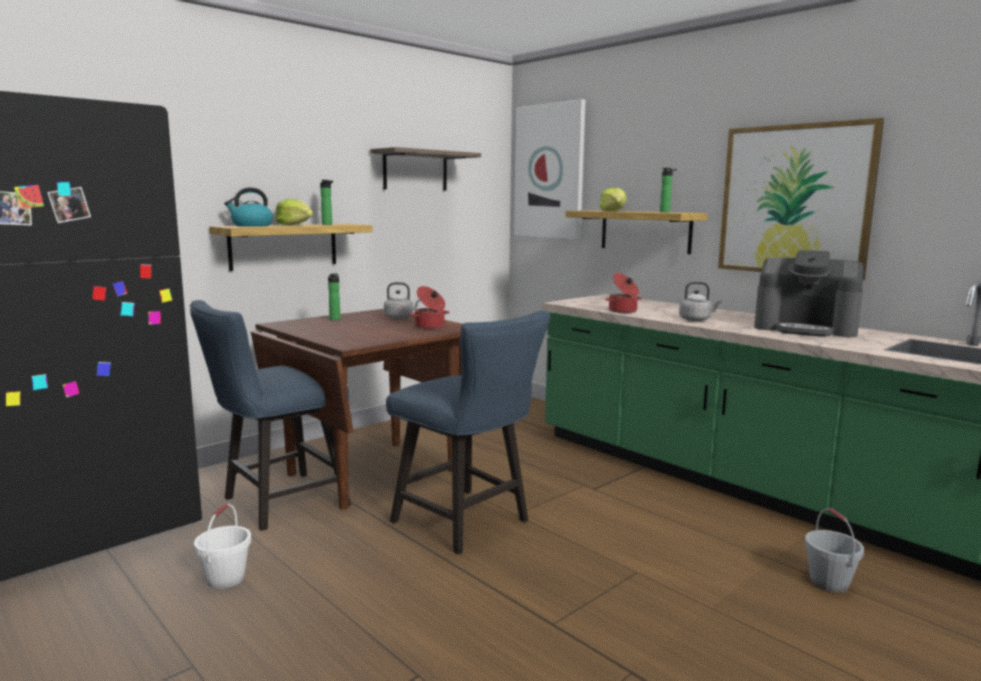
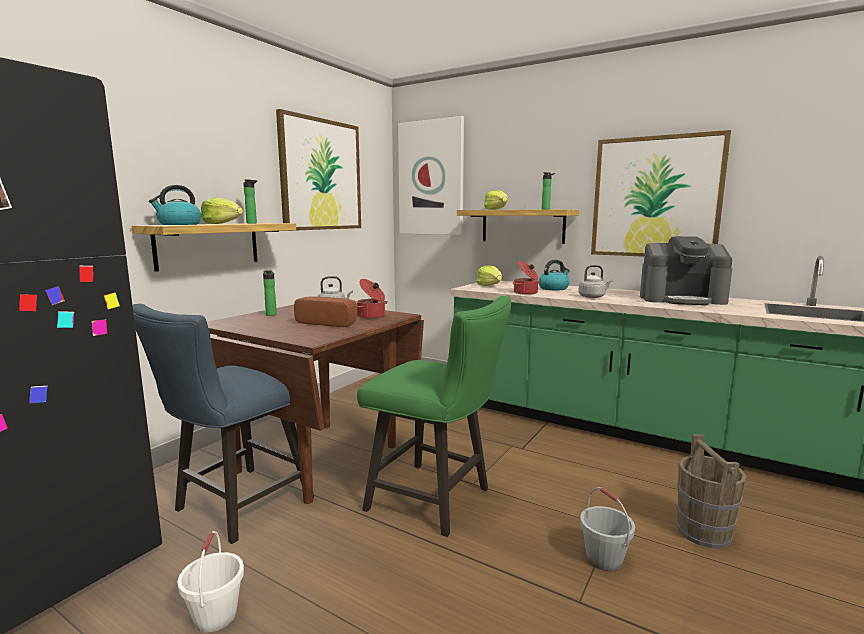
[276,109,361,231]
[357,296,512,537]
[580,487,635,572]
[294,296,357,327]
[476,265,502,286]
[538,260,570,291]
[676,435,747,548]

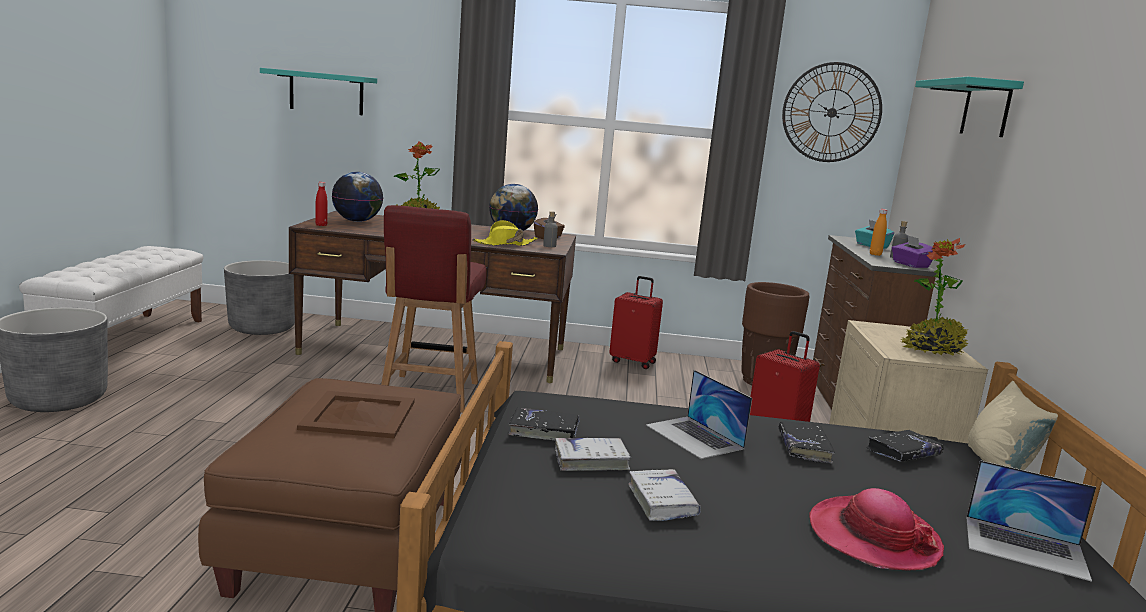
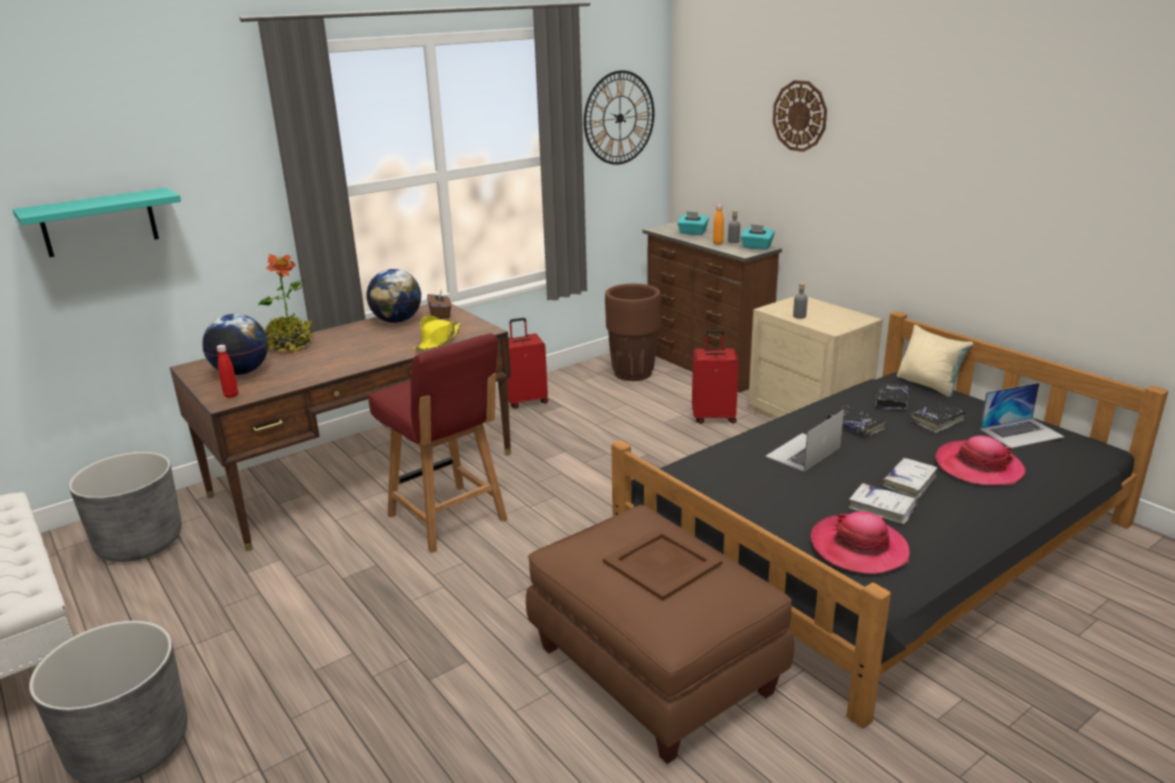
[910,402,966,433]
[793,283,808,319]
[882,458,937,499]
[765,410,844,472]
[741,224,775,250]
[900,238,969,355] (first image)
[773,80,827,152]
[811,511,910,574]

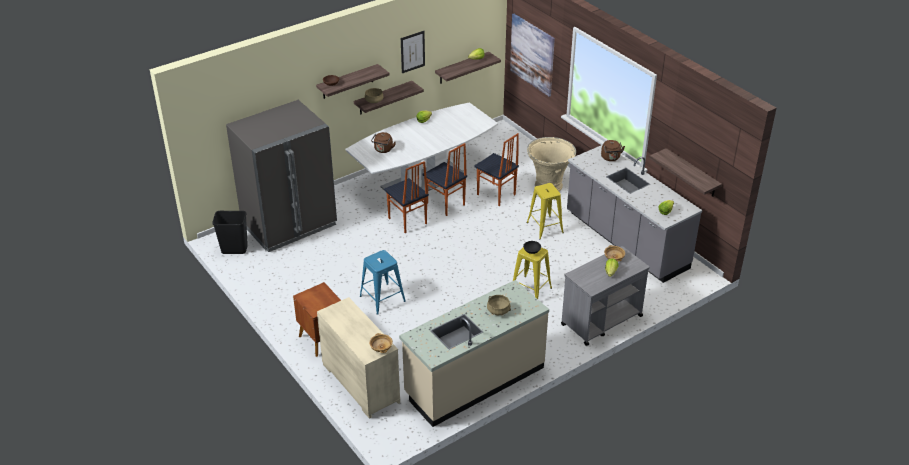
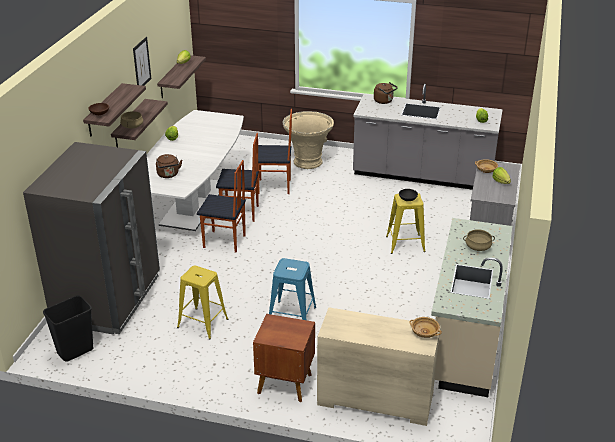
[510,14,555,97] (first image)
[177,266,229,339]
[649,148,722,196] (first image)

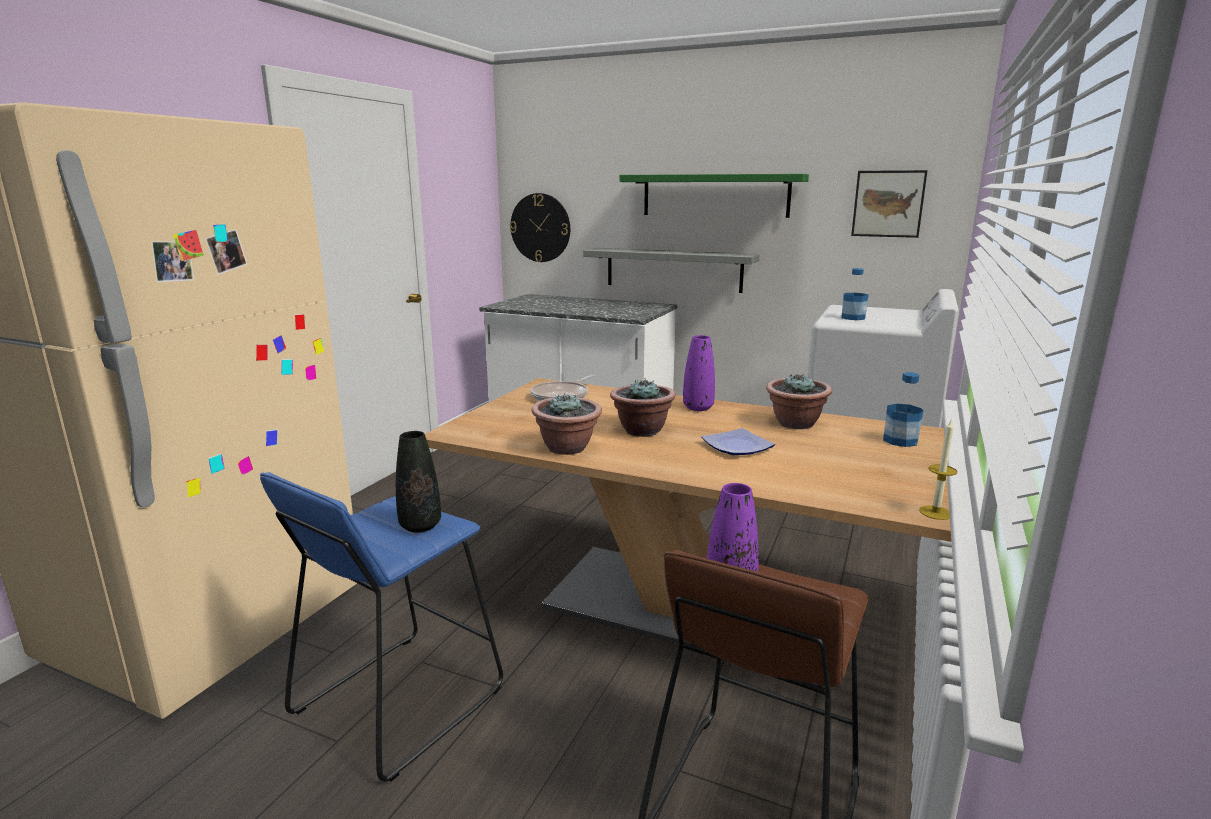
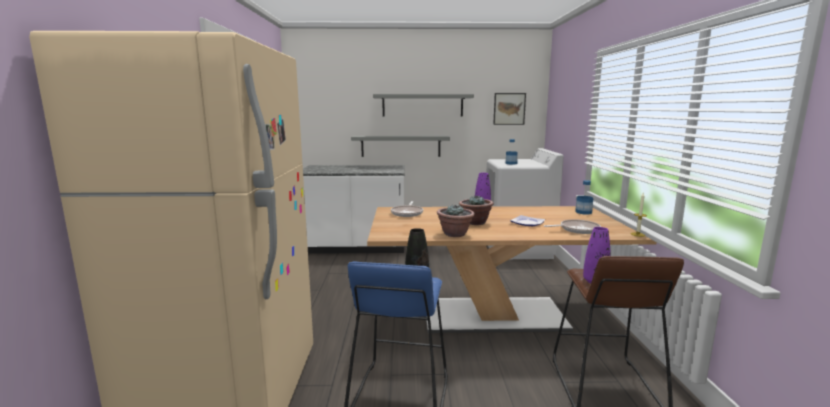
[510,193,570,262] (first image)
[373,94,474,117]
[766,374,832,429] (first image)
[544,219,601,234]

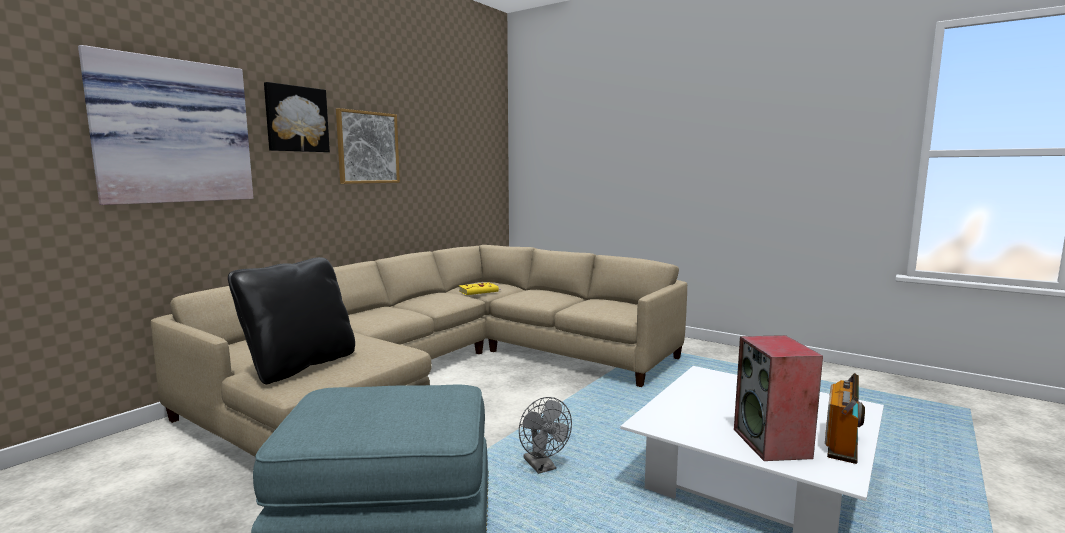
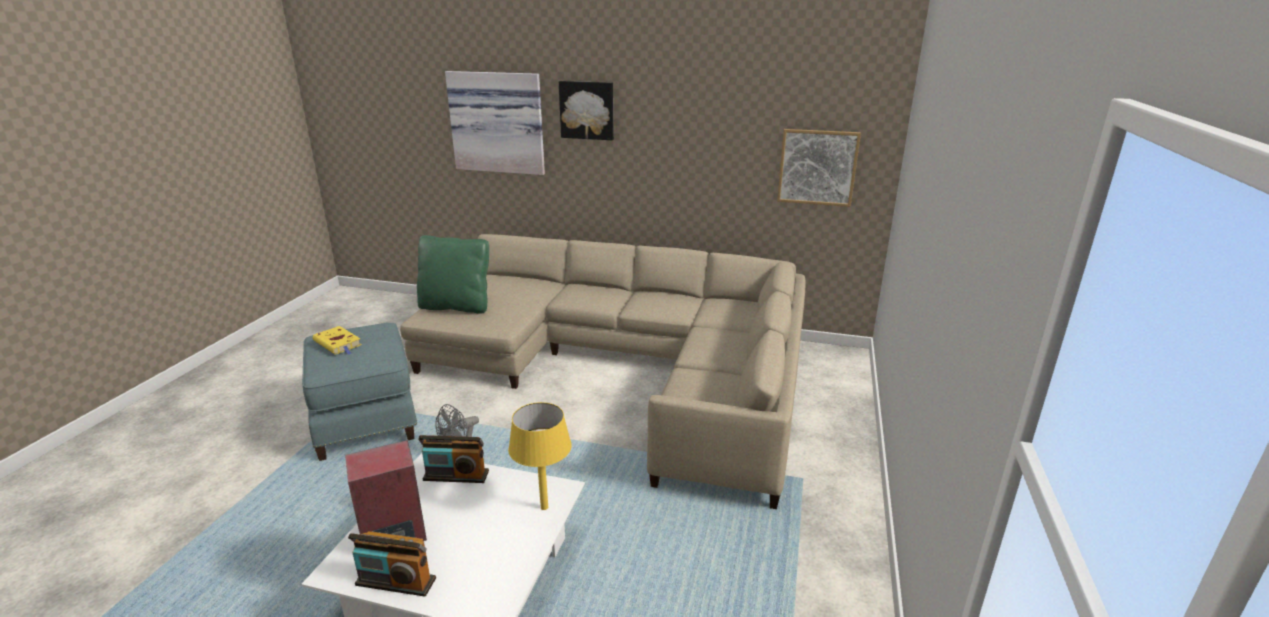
[417,235,489,314]
[777,129,861,207]
[313,326,362,355]
[418,435,489,483]
[508,402,572,510]

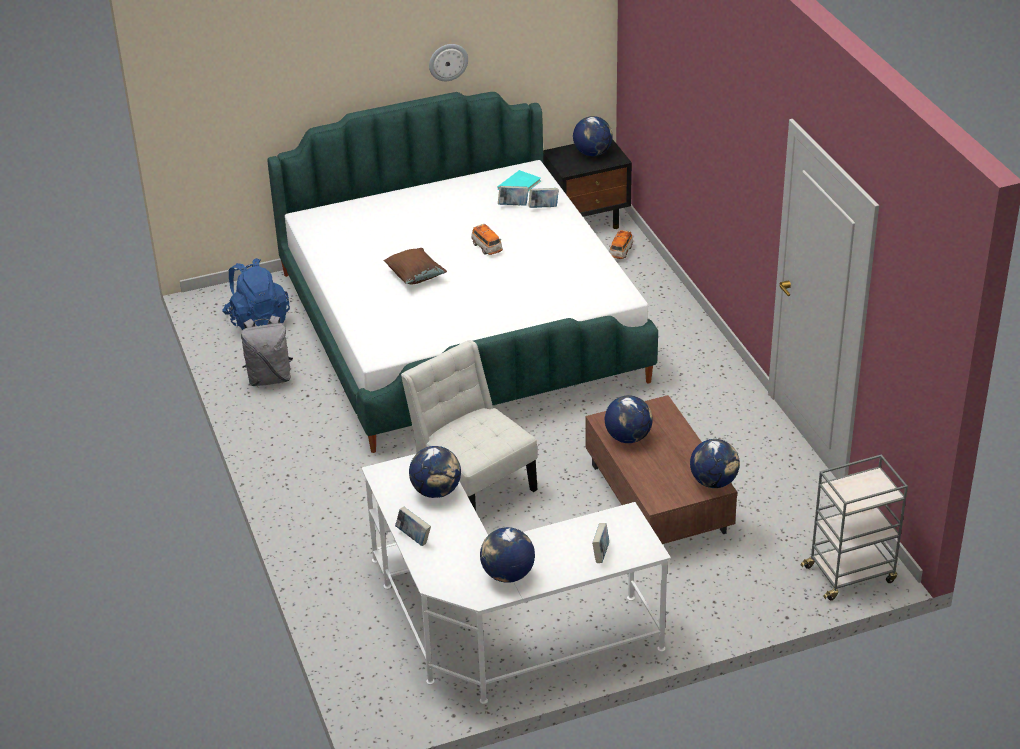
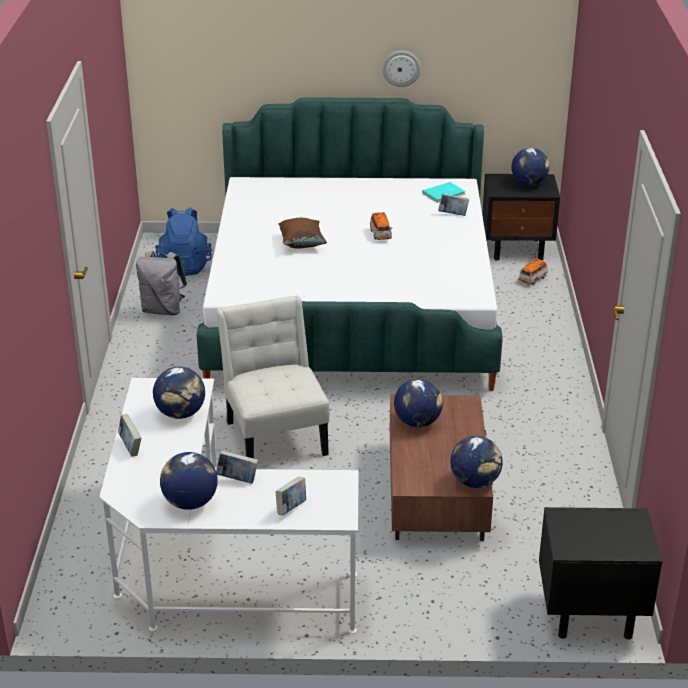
[216,450,258,484]
[539,507,663,639]

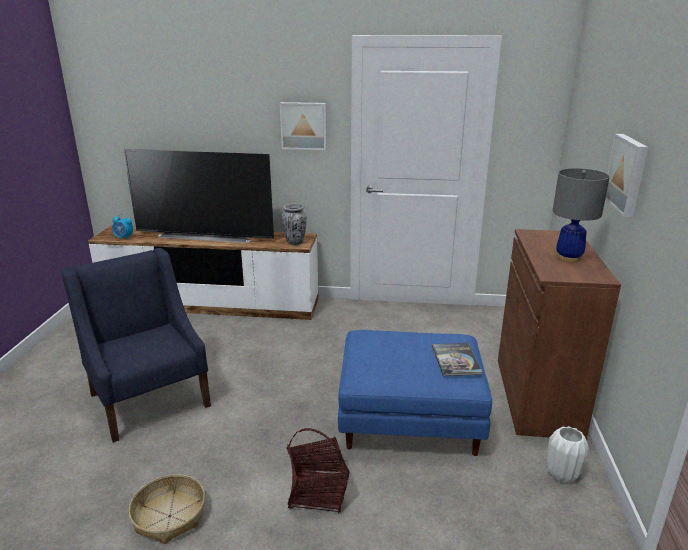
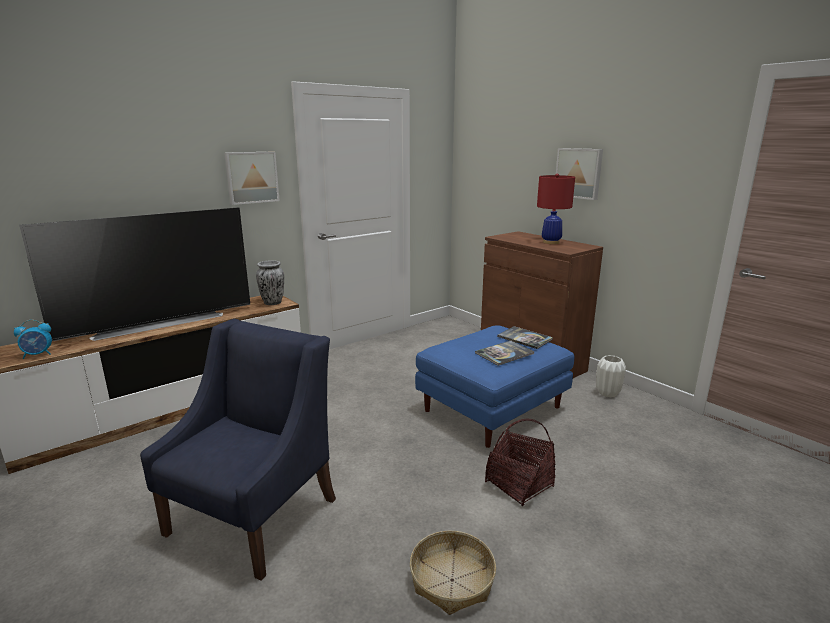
[140,319,336,581]
[537,174,575,244]
[475,340,535,366]

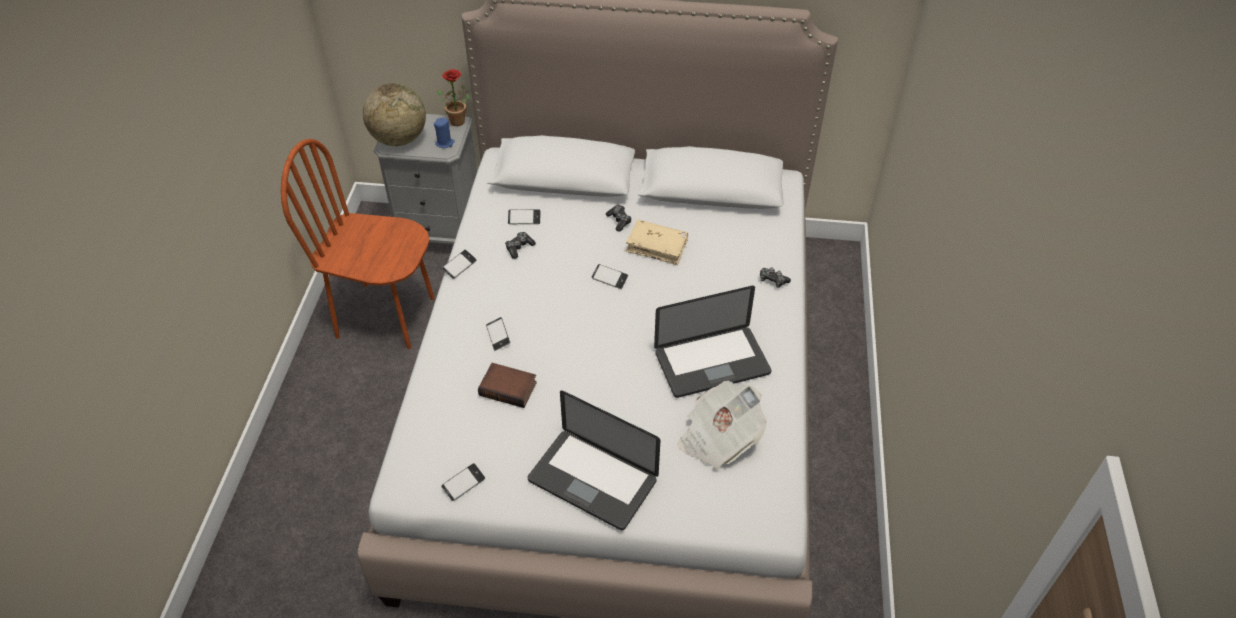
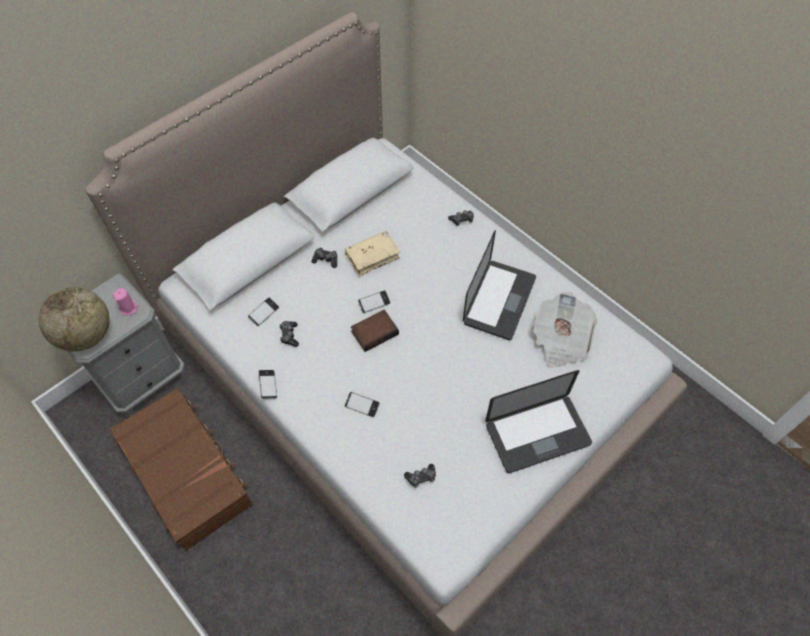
[110,388,253,552]
[113,288,138,316]
[437,69,471,126] (first image)
[441,463,485,501] (first image)
[351,310,399,352]
[404,464,436,488]

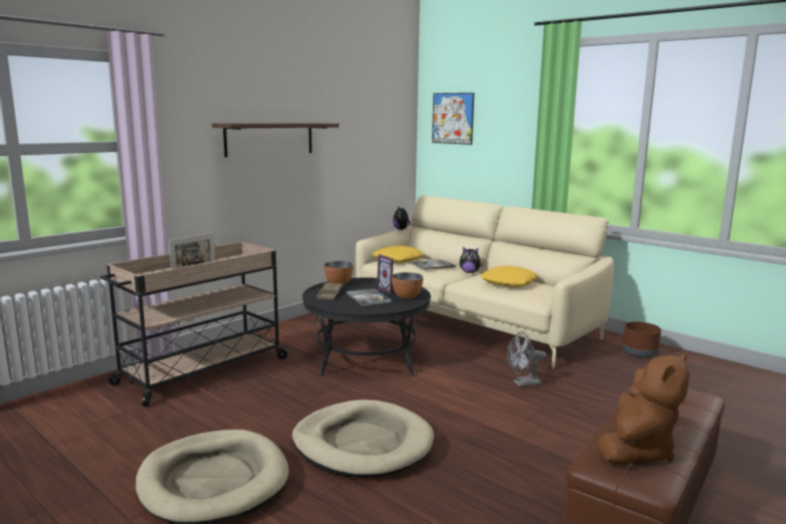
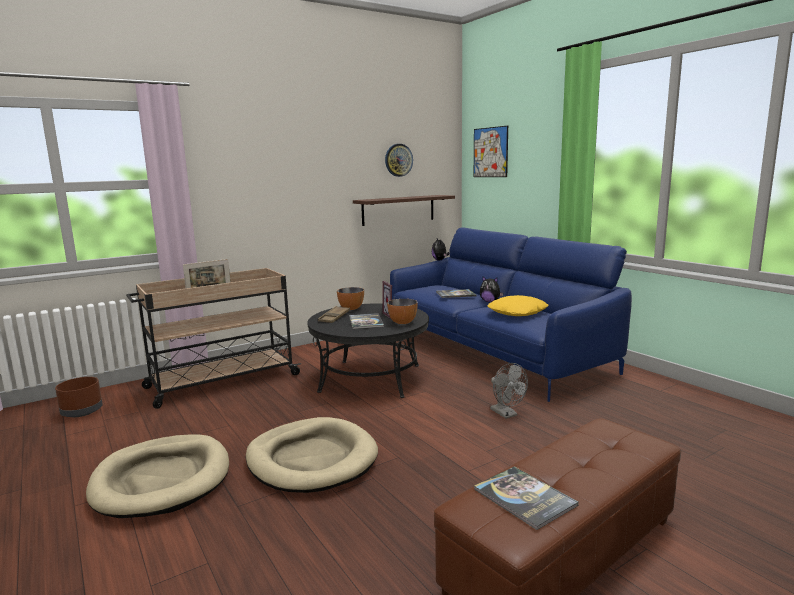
[353,195,455,226]
[390,227,632,402]
[372,246,424,263] (first image)
[490,363,528,419]
[474,467,579,530]
[55,377,103,417]
[385,144,413,177]

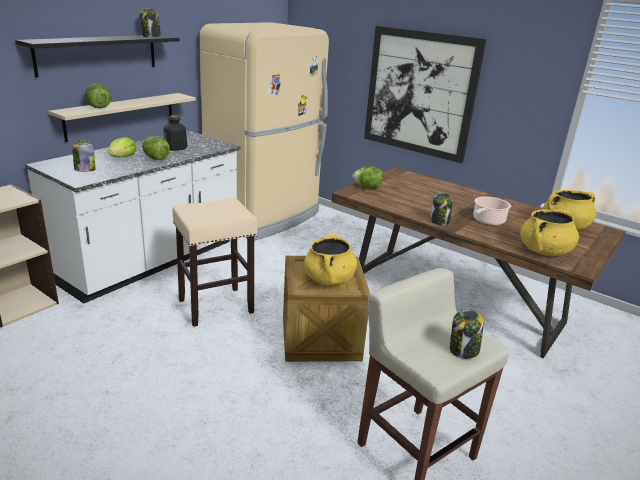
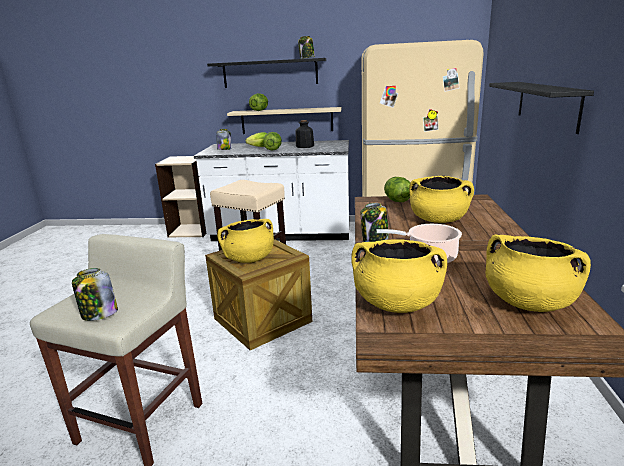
[489,82,594,134]
[409,176,474,223]

